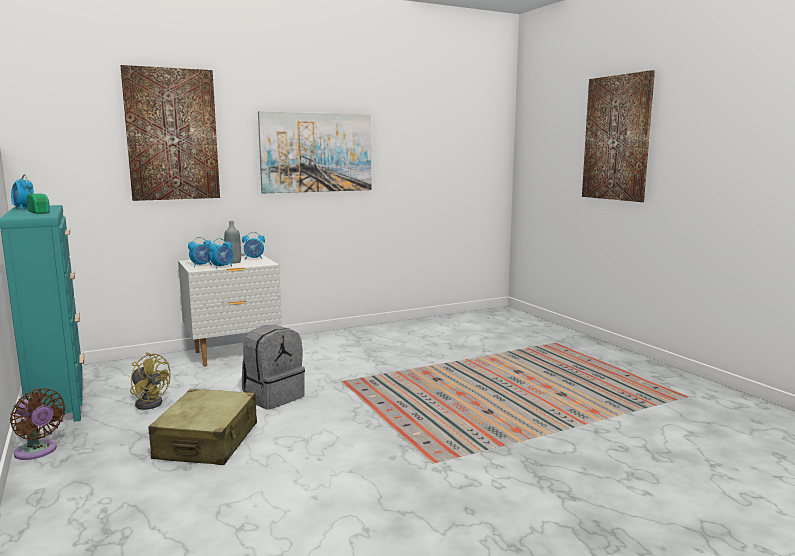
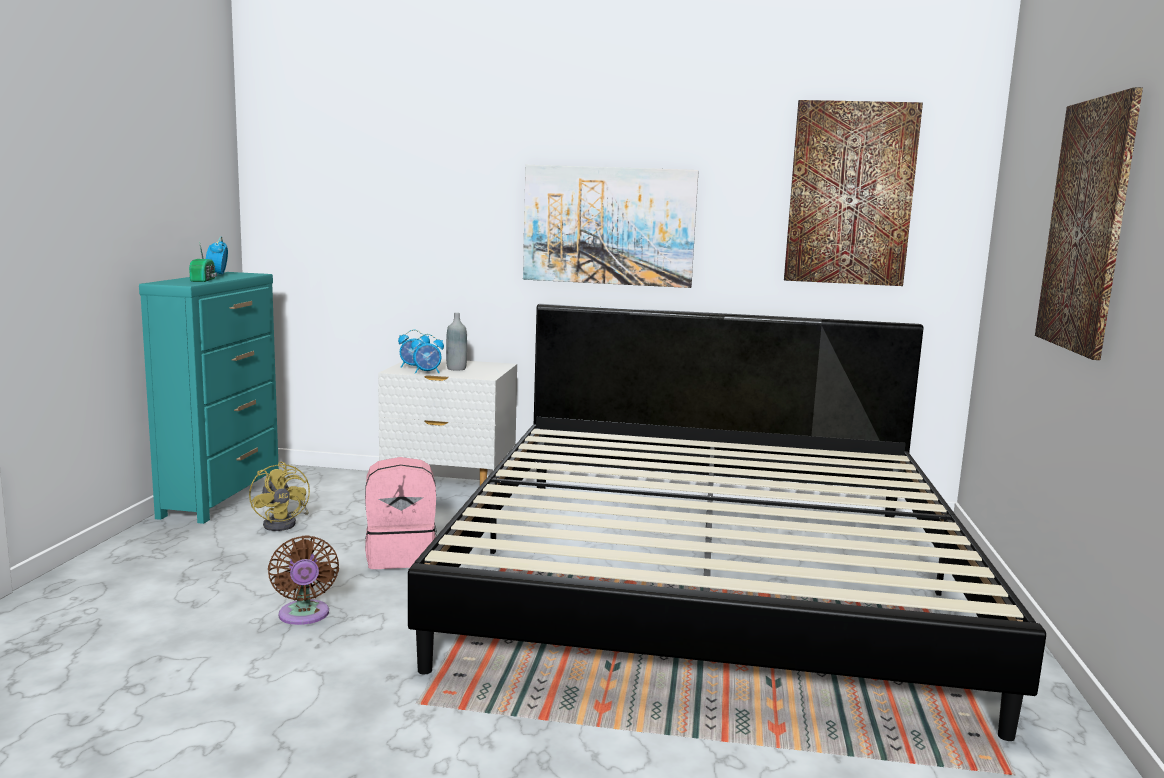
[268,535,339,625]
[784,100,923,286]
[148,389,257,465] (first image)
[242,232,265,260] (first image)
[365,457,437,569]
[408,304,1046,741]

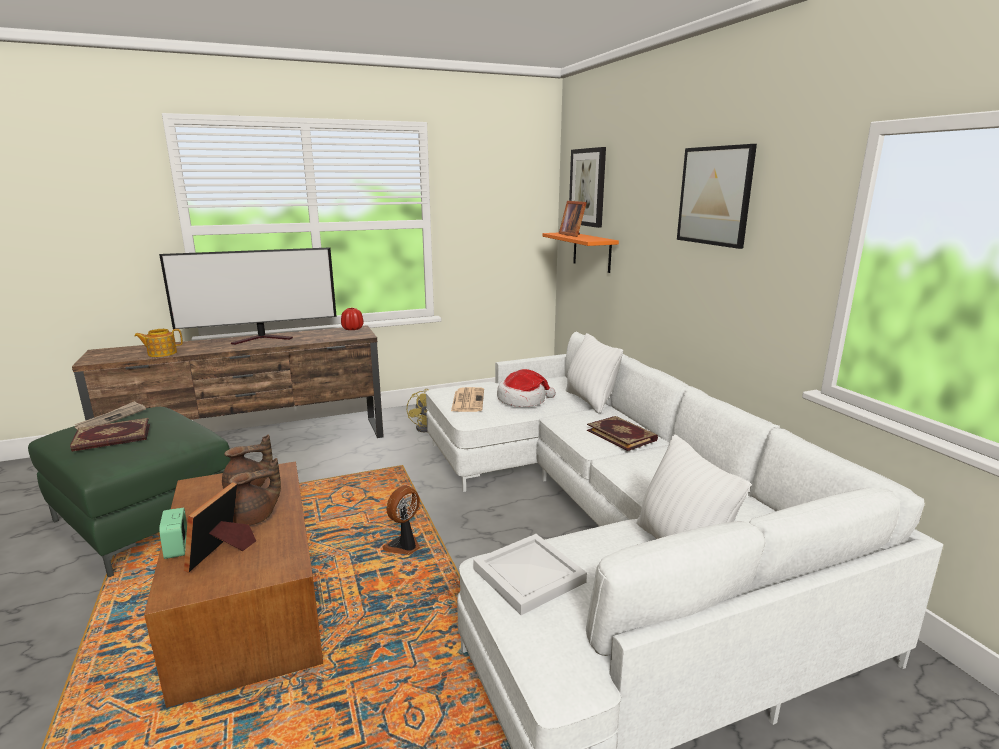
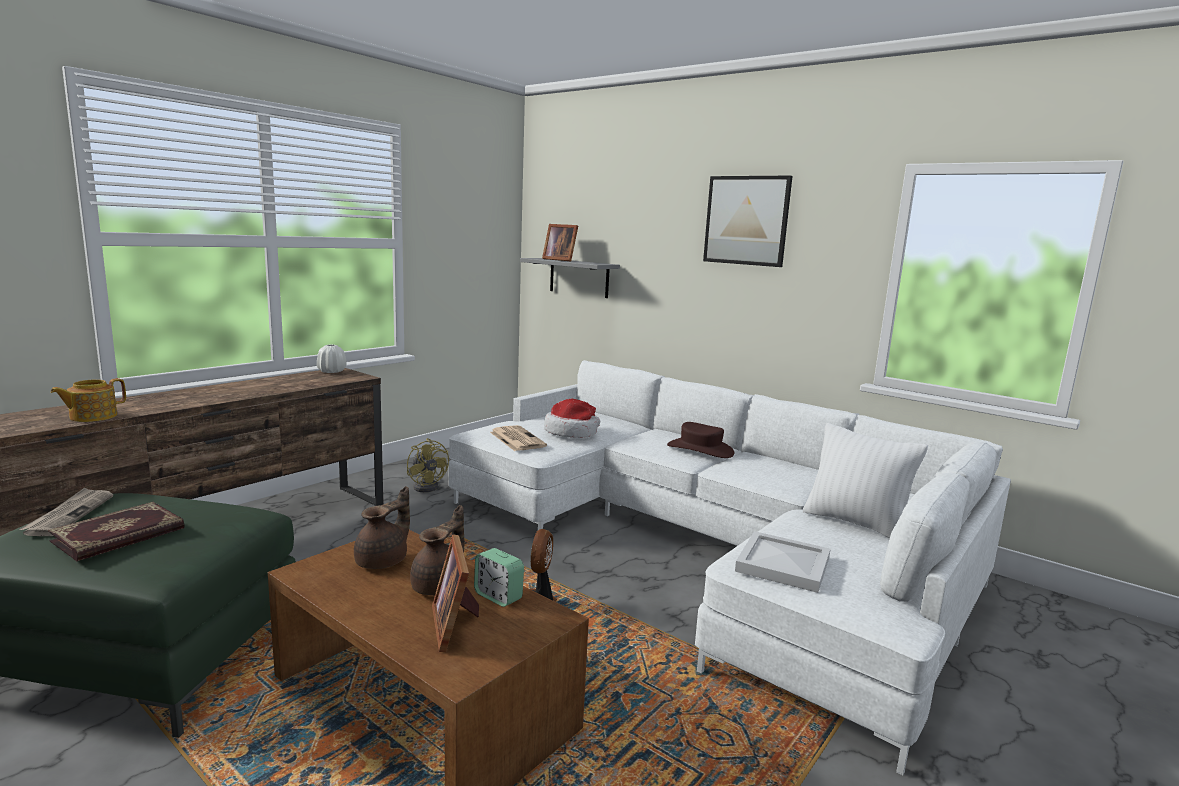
[159,247,337,345] (first image)
[474,548,524,607]
[317,344,347,373]
[520,258,620,298]
[566,333,623,414] (first image)
[569,147,606,228] (first image)
[667,422,735,458]

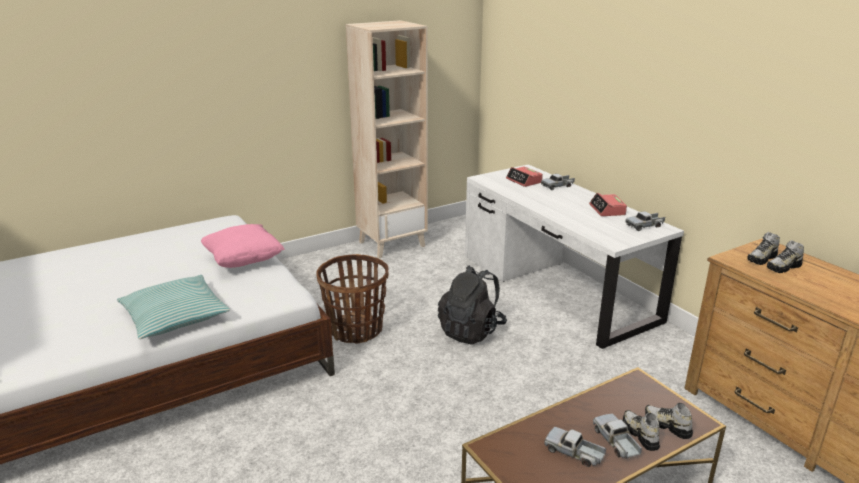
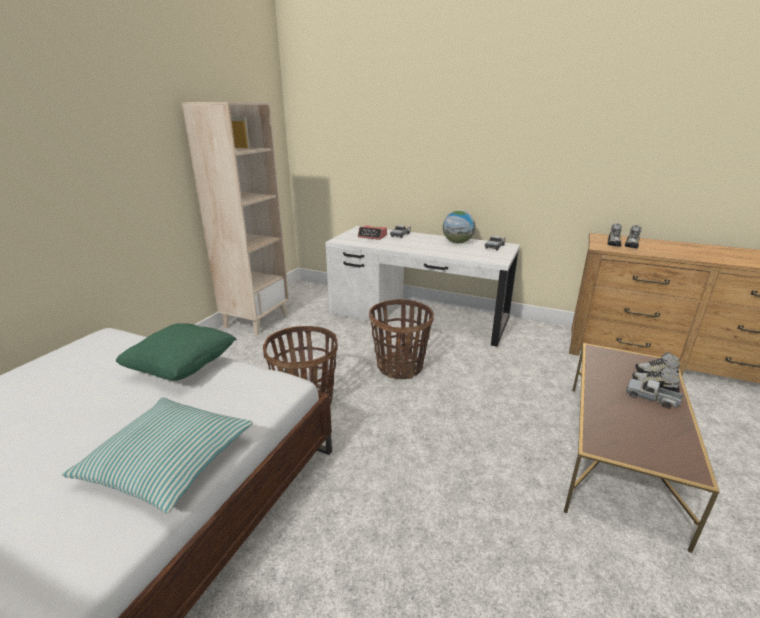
[116,323,237,381]
[369,299,434,379]
[544,427,606,467] (first image)
[443,211,475,243]

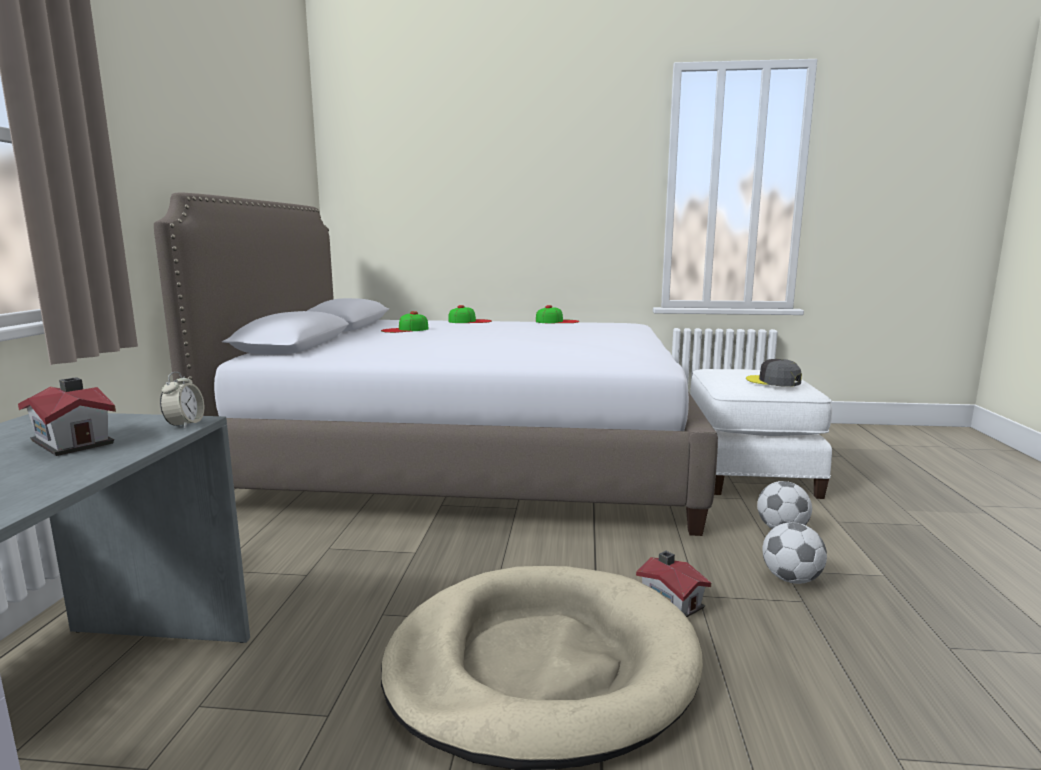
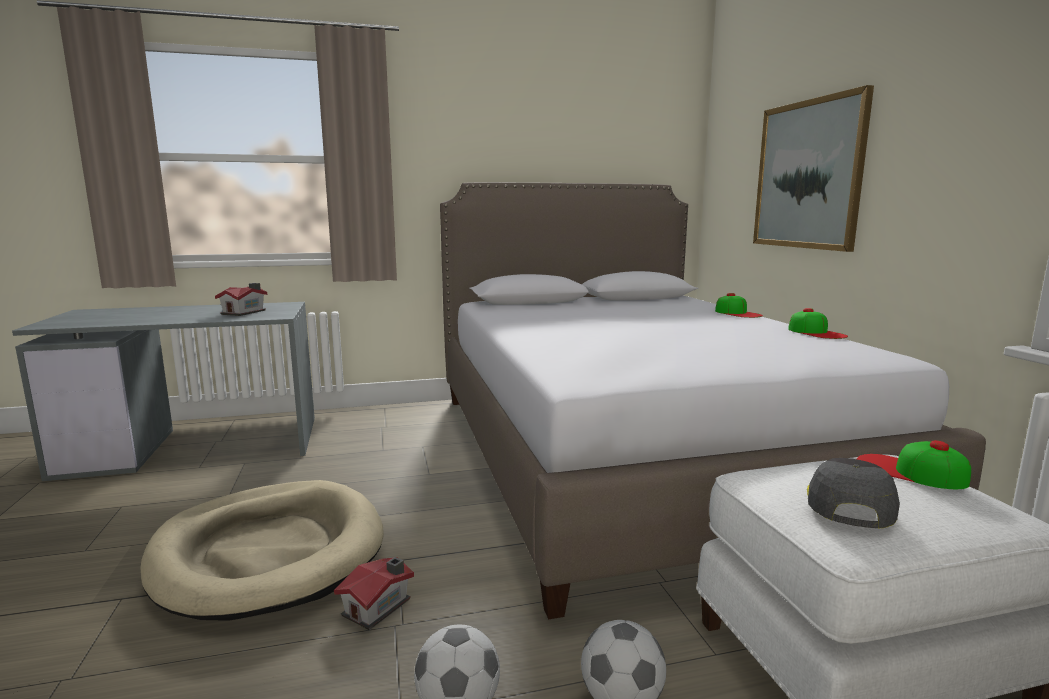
[160,372,205,428] (first image)
[857,440,971,489]
[753,85,874,252]

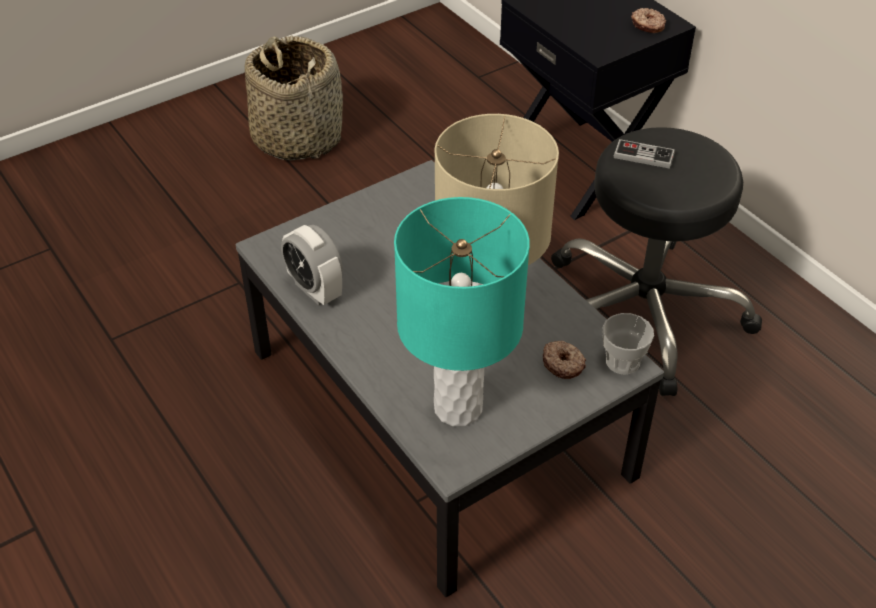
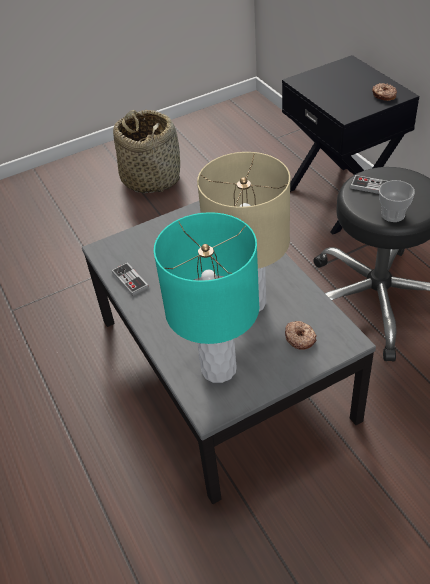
[111,262,149,296]
[379,180,415,222]

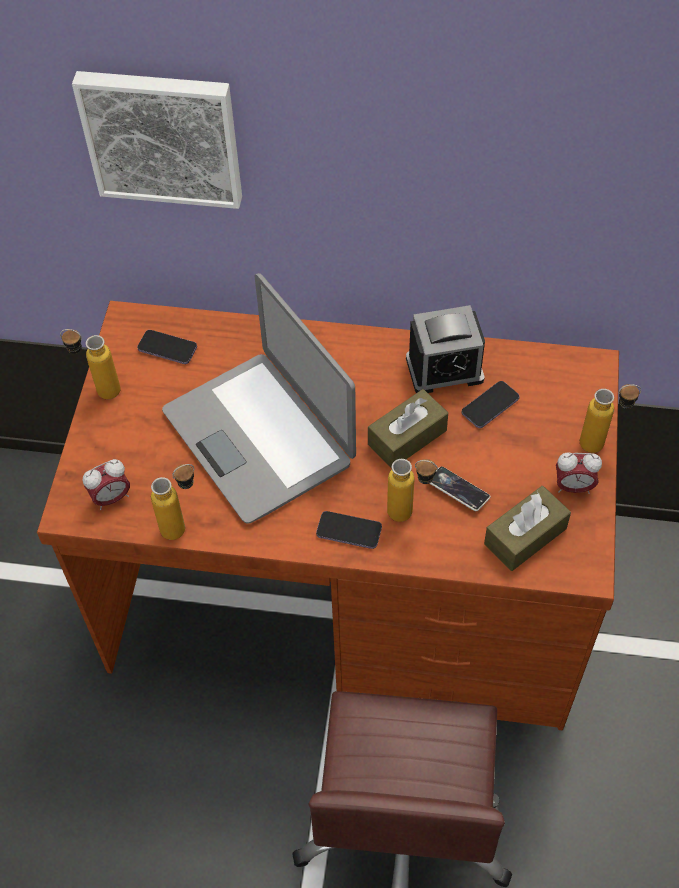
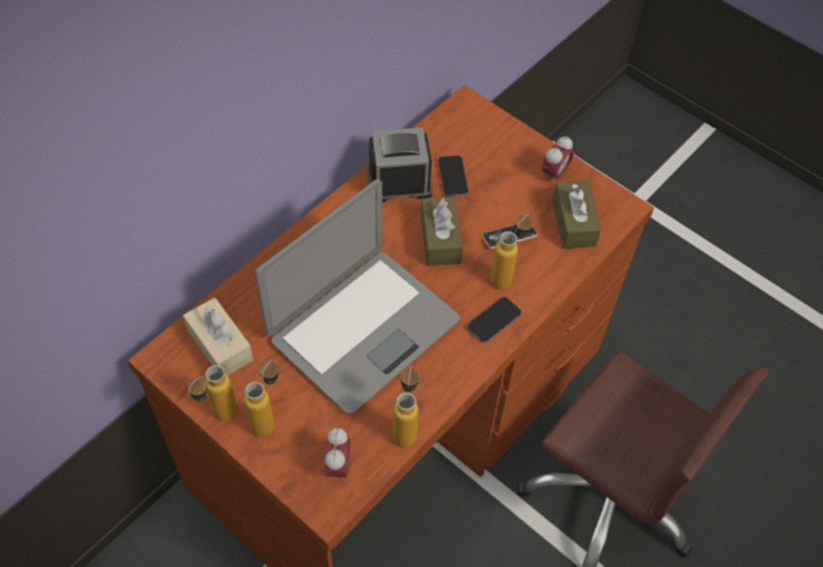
[72,71,242,209] (first image)
[183,298,253,375]
[255,179,460,414]
[367,127,432,202]
[244,359,279,438]

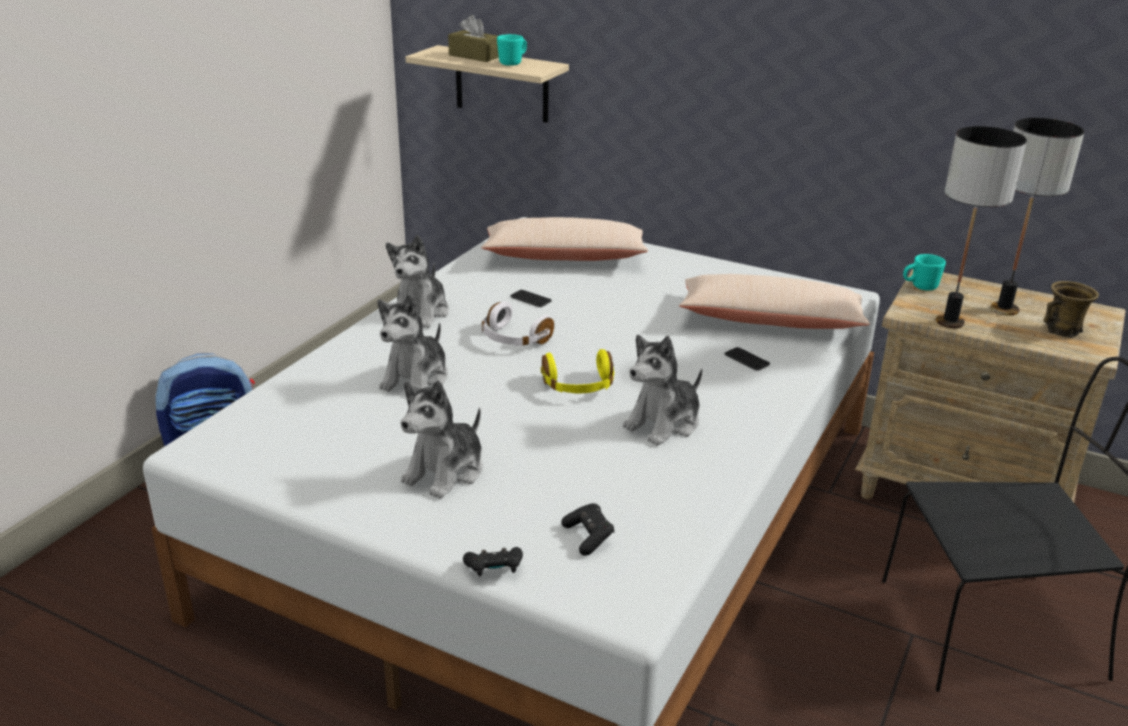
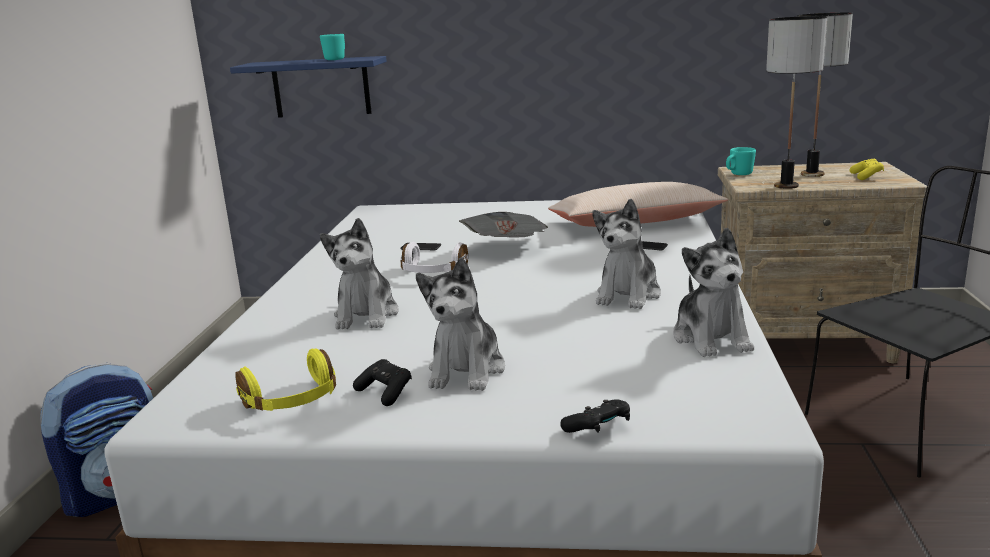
[673,228,754,357]
[230,56,387,118]
[448,15,499,62] (first image)
[481,217,648,261] (first image)
[235,348,336,411]
[353,359,412,406]
[849,159,884,180]
[459,212,548,238]

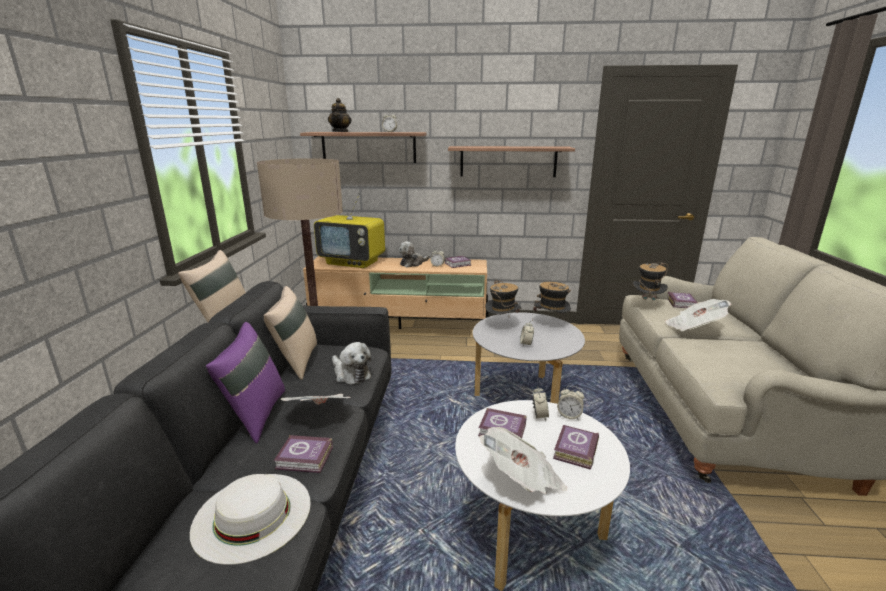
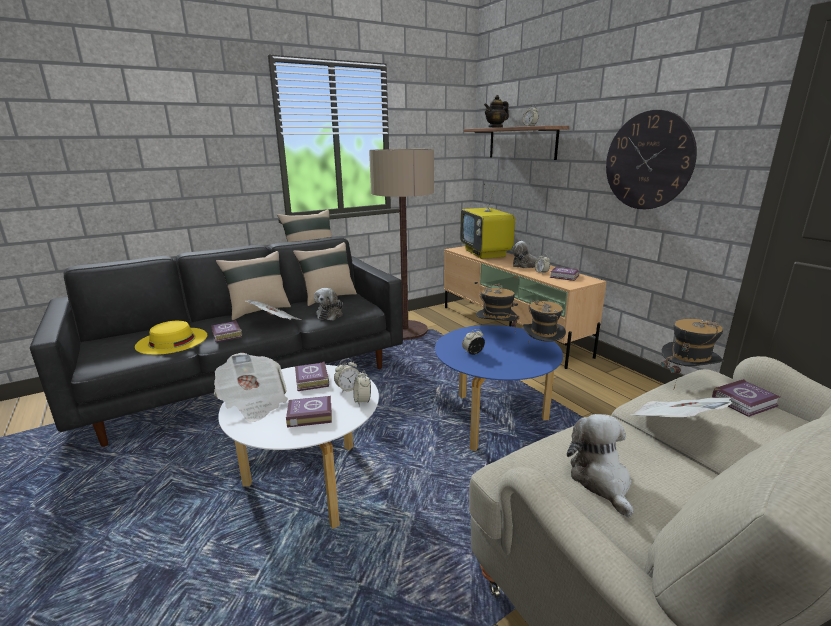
[135,321,207,355]
[216,251,291,320]
[606,110,697,209]
[435,325,563,451]
[567,414,633,517]

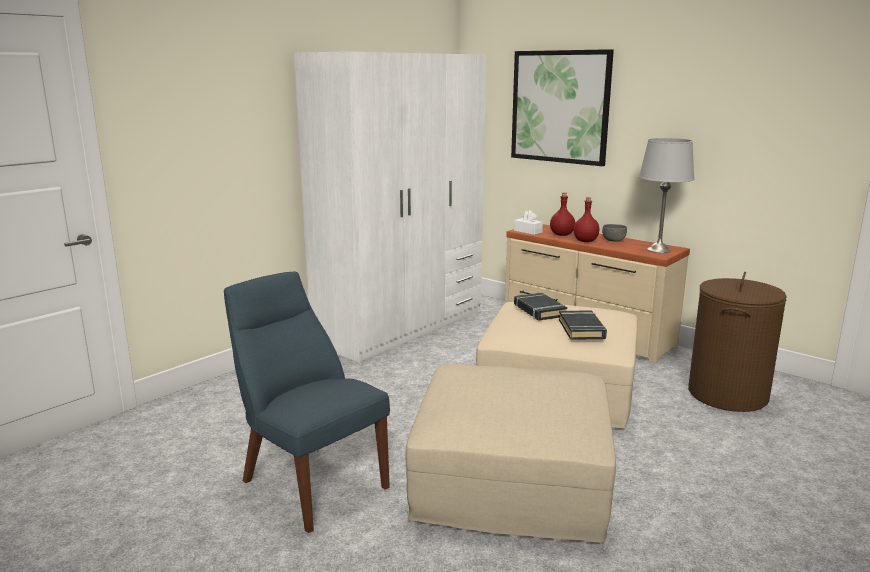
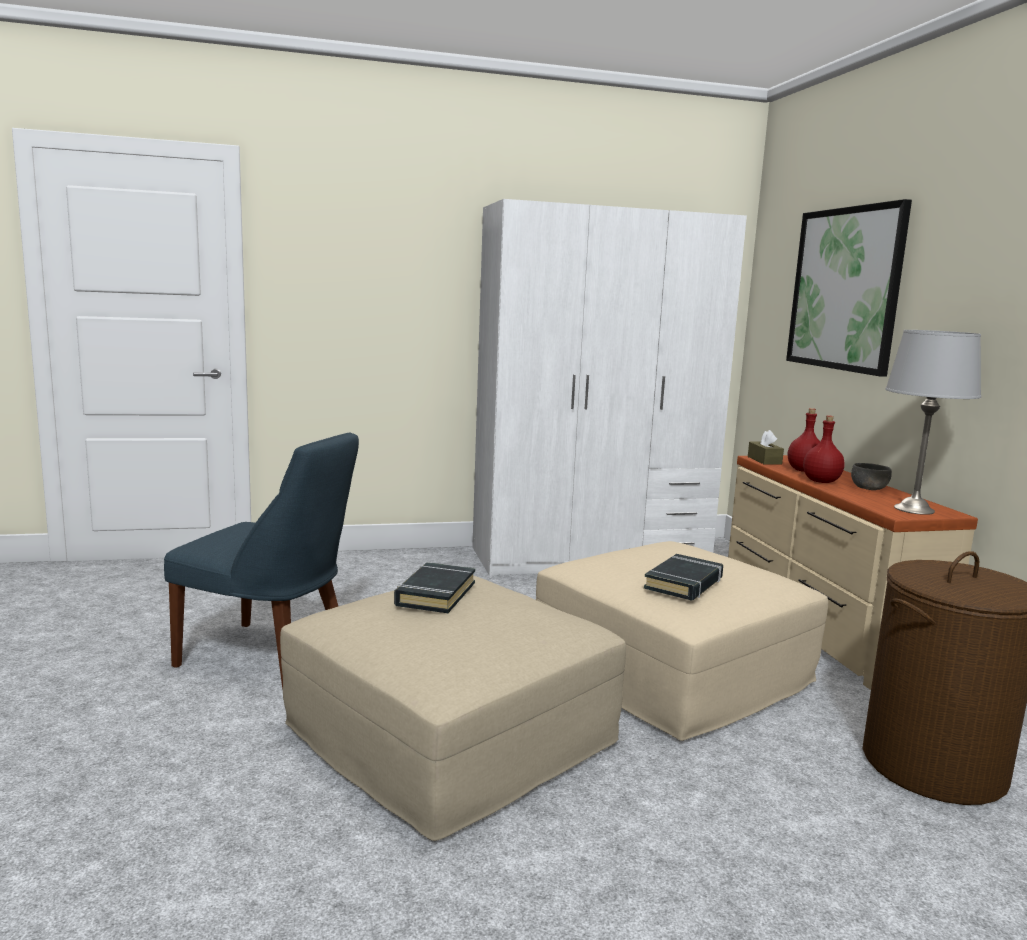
[164,432,359,690]
[748,430,784,465]
[394,562,475,613]

